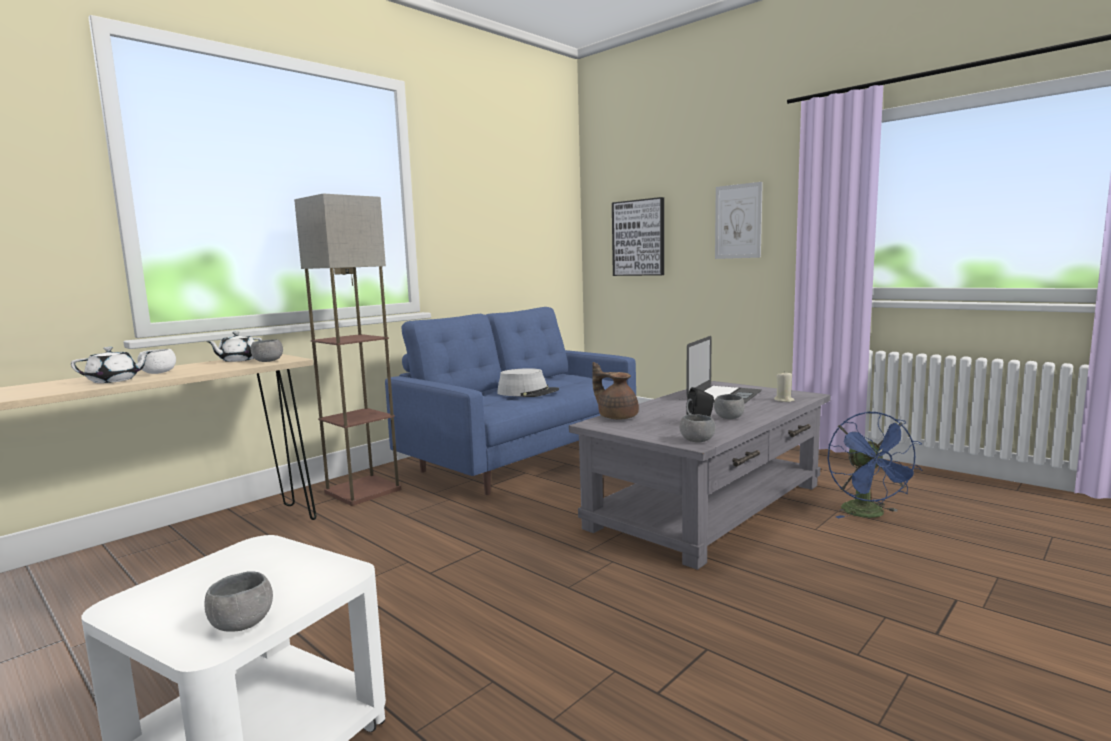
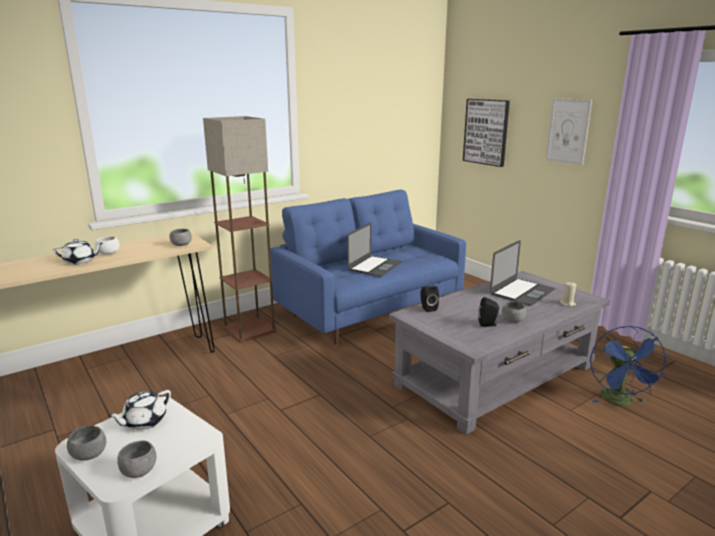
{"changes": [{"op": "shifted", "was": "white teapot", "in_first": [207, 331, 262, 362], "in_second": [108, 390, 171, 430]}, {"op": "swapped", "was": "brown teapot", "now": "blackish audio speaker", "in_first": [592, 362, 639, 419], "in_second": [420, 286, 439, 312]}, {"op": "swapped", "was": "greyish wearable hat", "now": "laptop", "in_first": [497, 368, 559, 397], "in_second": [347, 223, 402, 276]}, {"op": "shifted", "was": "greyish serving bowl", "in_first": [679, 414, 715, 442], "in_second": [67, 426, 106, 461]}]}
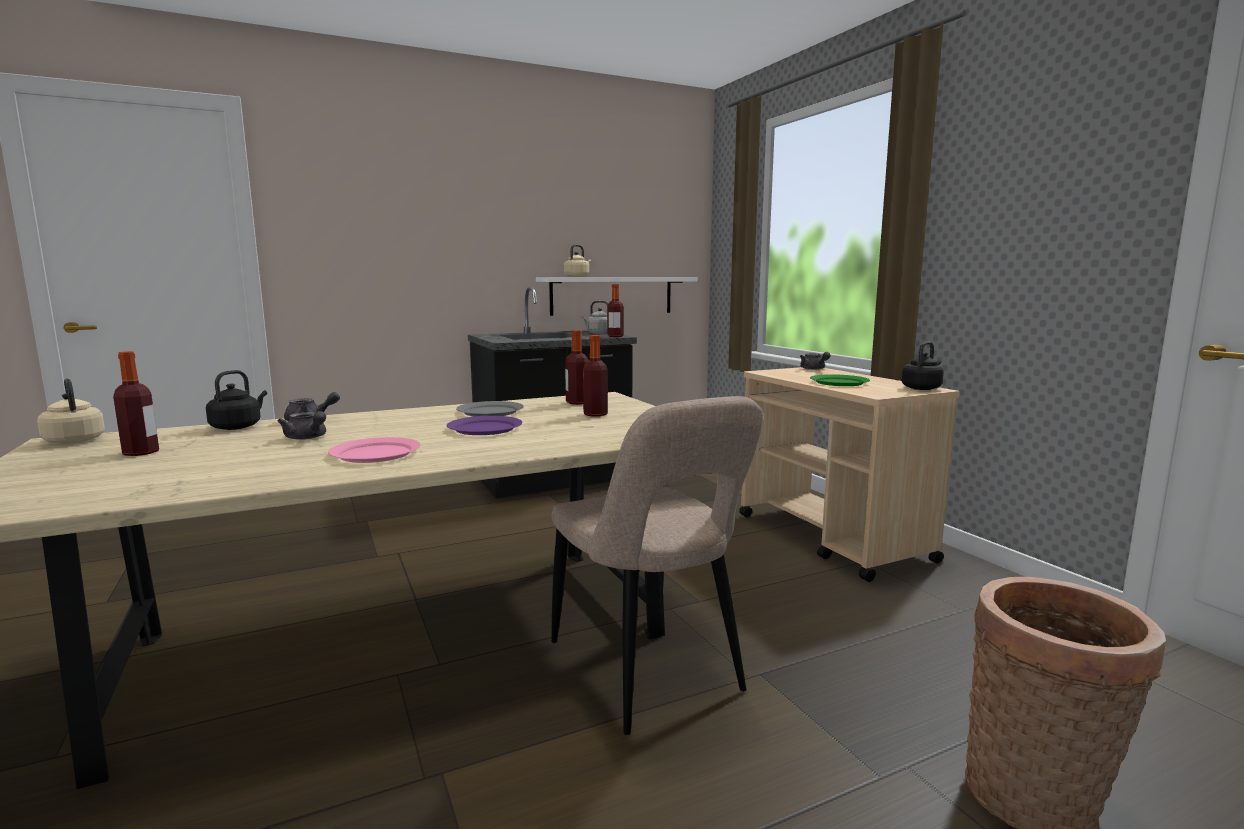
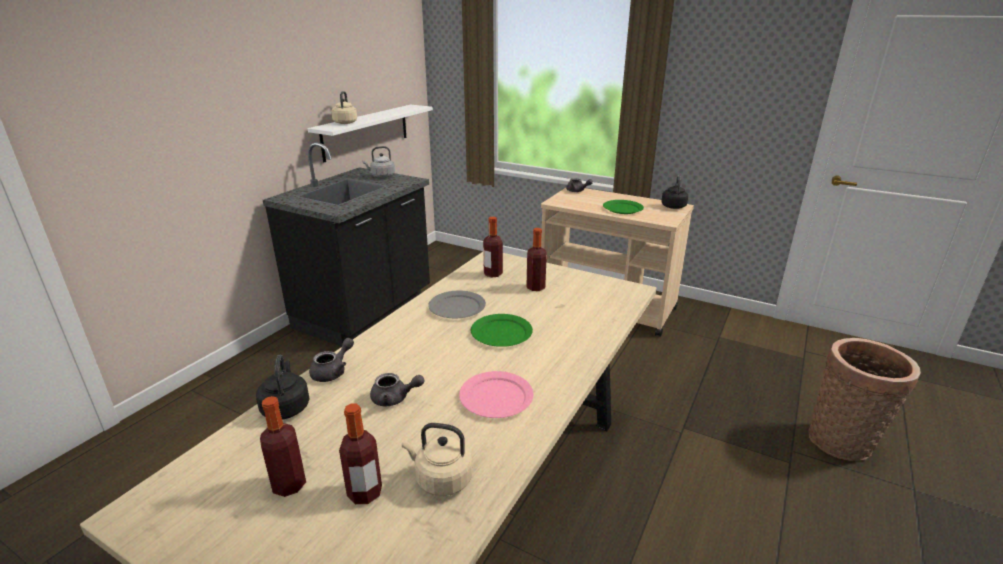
{"changes": [{"op": "shifted", "was": "beverage bottle", "in_first": [607, 284, 624, 337], "in_second": [339, 403, 382, 504]}, {"op": "shifted", "was": "beige-coloured water kettle", "in_first": [37, 379, 105, 444], "in_second": [402, 423, 472, 496]}, {"op": "gone", "was": "beige-coloured plain chair", "in_first": [551, 396, 763, 735]}, {"op": "repainted", "was": "purple dinner plate", "now": "greenish dinner plate", "in_first": [447, 416, 522, 435], "in_second": [471, 314, 533, 347]}]}
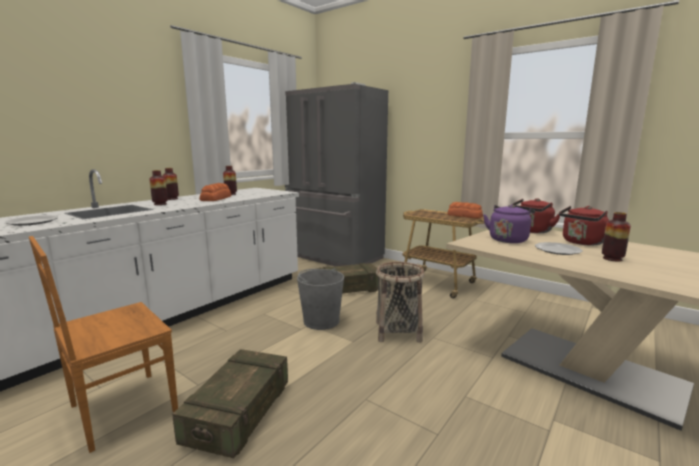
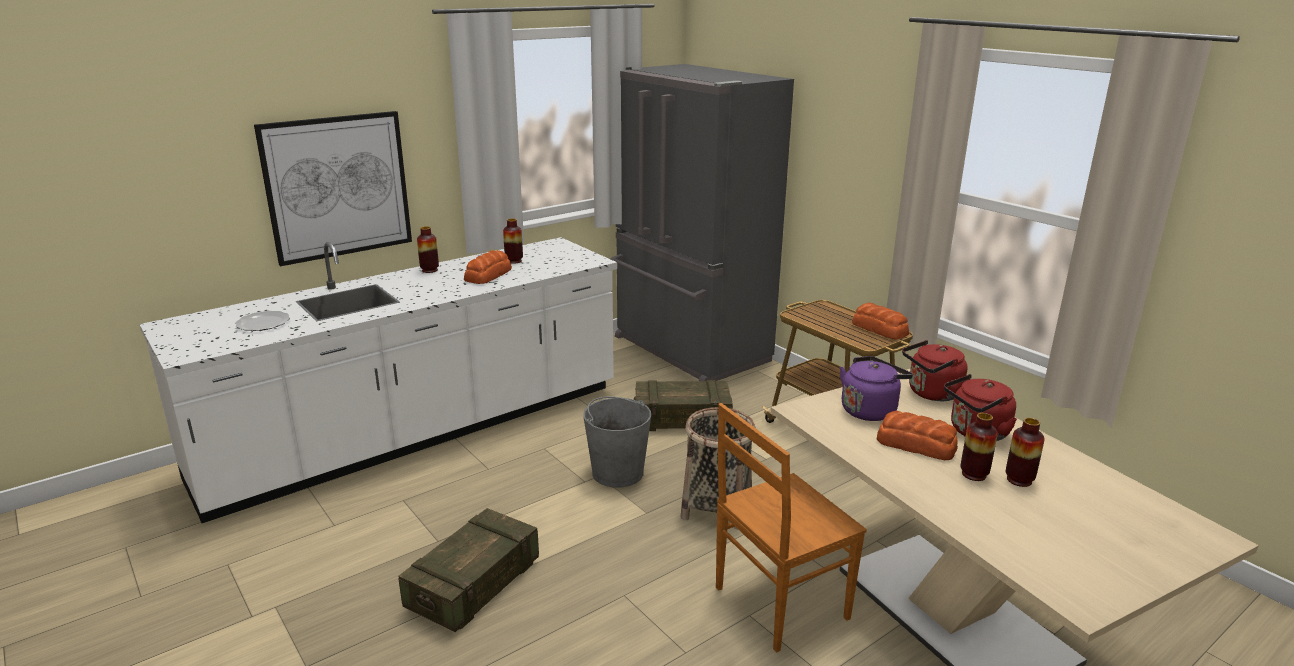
{"changes": [{"op": "shifted", "was": "vase", "in_first": [149, 170, 168, 205], "in_second": [1006, 418, 1045, 487]}, {"op": "shifted", "was": "brown plain chair", "in_first": [29, 236, 178, 453], "in_second": [716, 403, 867, 652]}, {"op": "swapped", "was": "dinner plate", "now": "baked bread", "in_first": [535, 242, 583, 255], "in_second": [876, 411, 958, 460]}, {"op": "new", "now": "wall art", "in_second": [254, 111, 412, 266]}]}
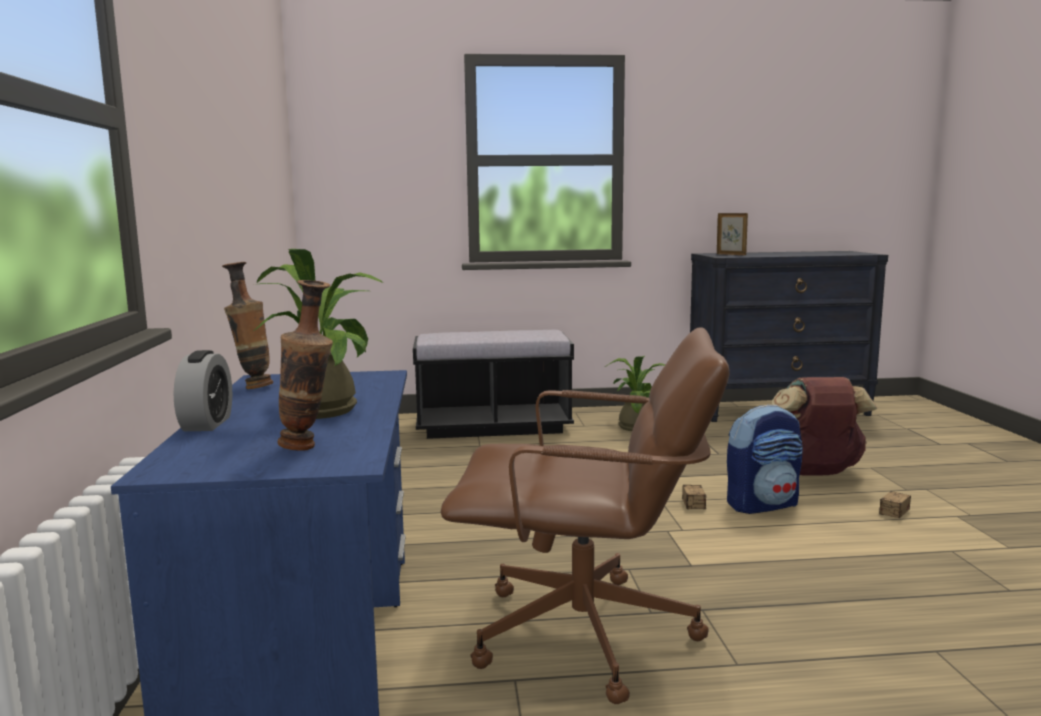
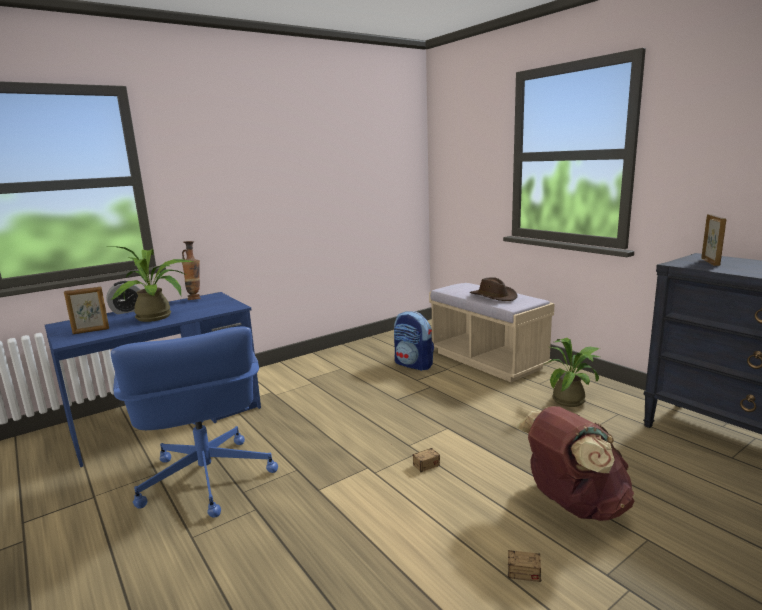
{"changes": [{"op": "swapped", "was": "vase", "now": "photo frame", "in_first": [278, 280, 333, 451], "in_second": [64, 287, 109, 334]}, {"op": "repainted", "was": "brown office chair", "now": "blue-coloured office chair", "in_first": [441, 327, 730, 704], "in_second": [111, 327, 278, 518]}, {"op": "repainted", "was": "blackish long seat", "now": "beige-coloured long seat", "in_first": [413, 330, 574, 439], "in_second": [429, 283, 555, 382]}, {"op": "shifted", "was": "knapsack", "in_first": [727, 405, 803, 514], "in_second": [394, 311, 434, 371]}, {"op": "new", "now": "brown wearable hat", "in_second": [470, 277, 518, 301]}]}
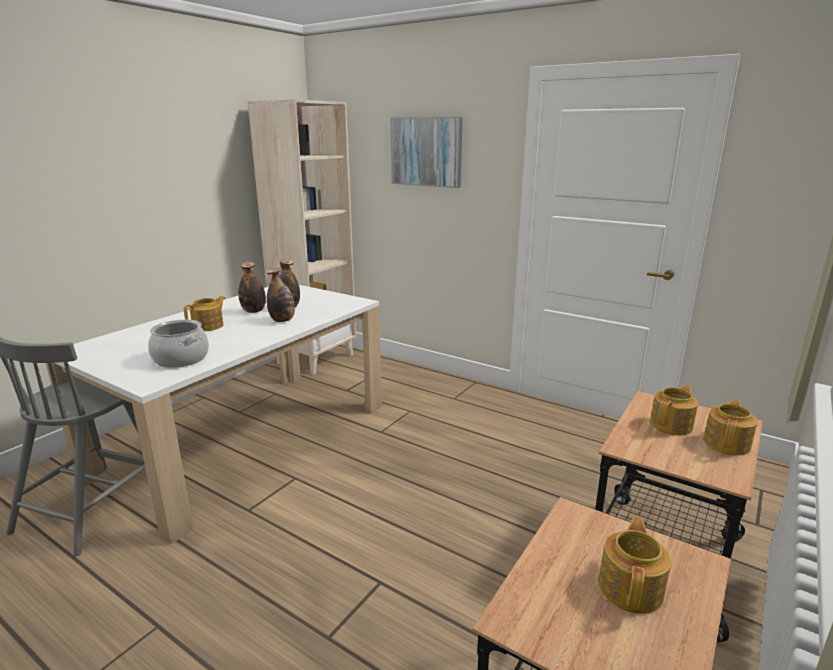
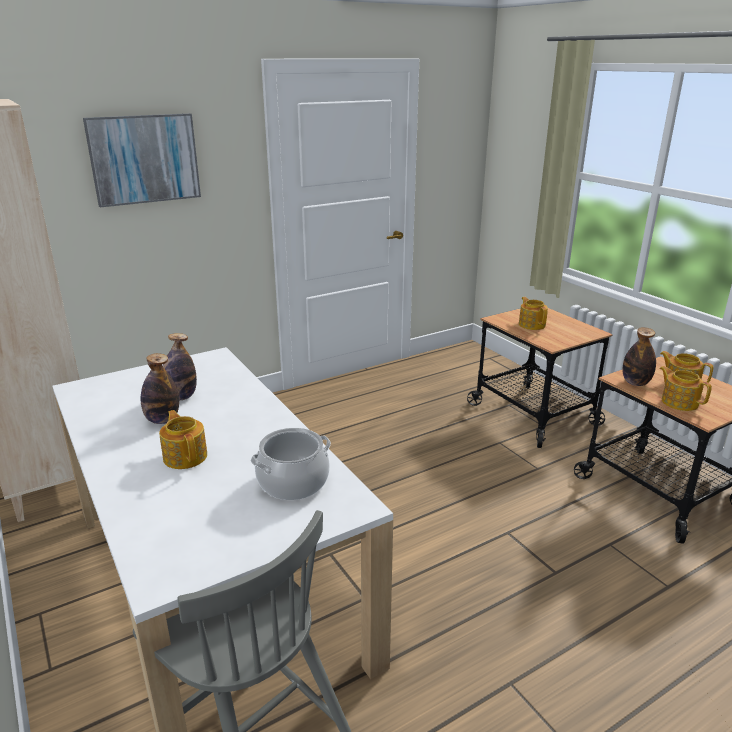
{"changes": [{"op": "shifted", "was": "beverage bottle", "in_first": [267, 268, 295, 322], "in_second": [623, 327, 656, 386]}, {"op": "shifted", "was": "teapot", "in_first": [703, 398, 757, 455], "in_second": [659, 366, 712, 411]}]}
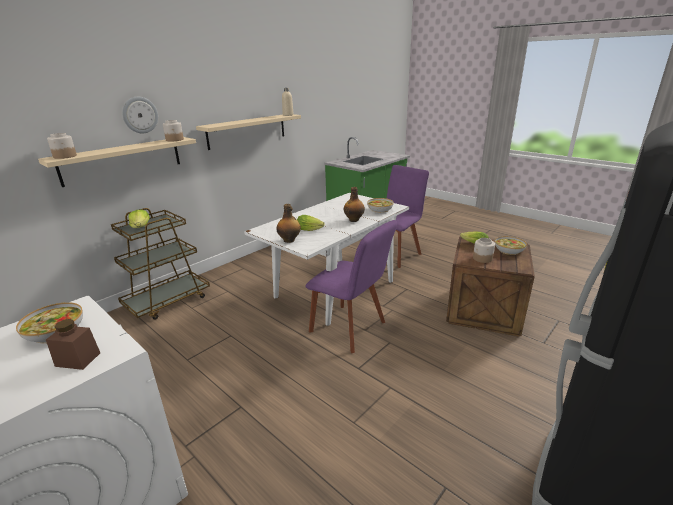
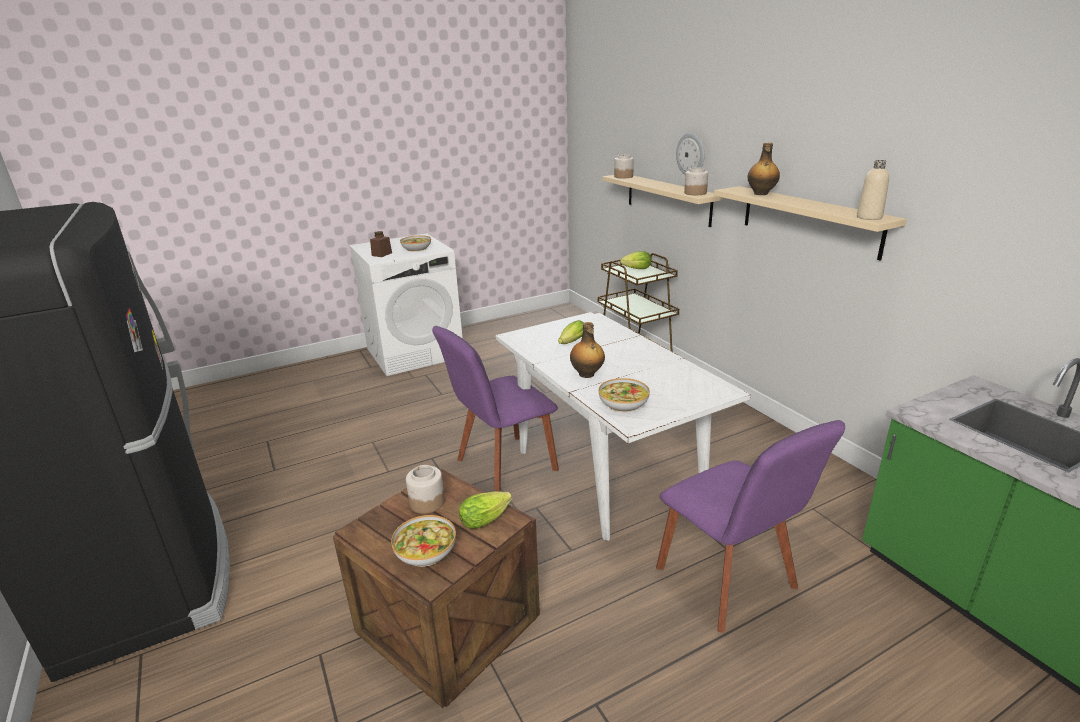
{"changes": [{"op": "shifted", "was": "beverage bottle", "in_first": [276, 204, 301, 243], "in_second": [748, 143, 780, 195]}]}
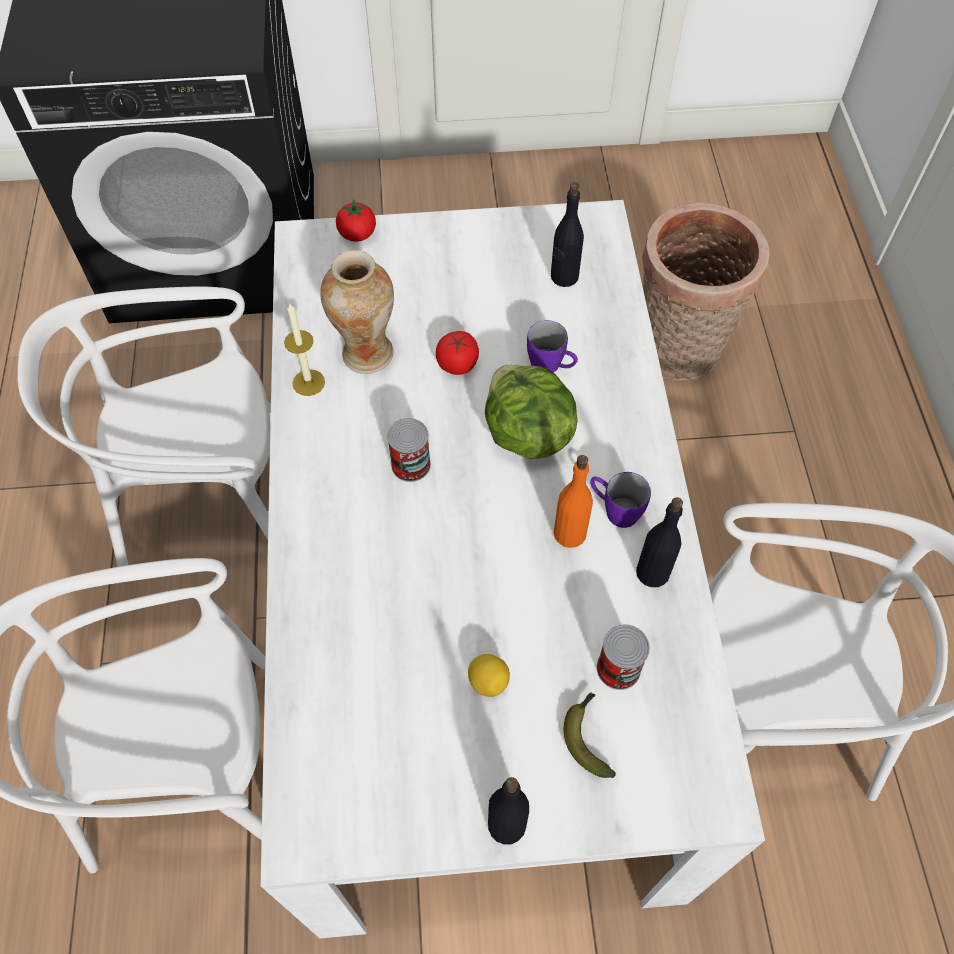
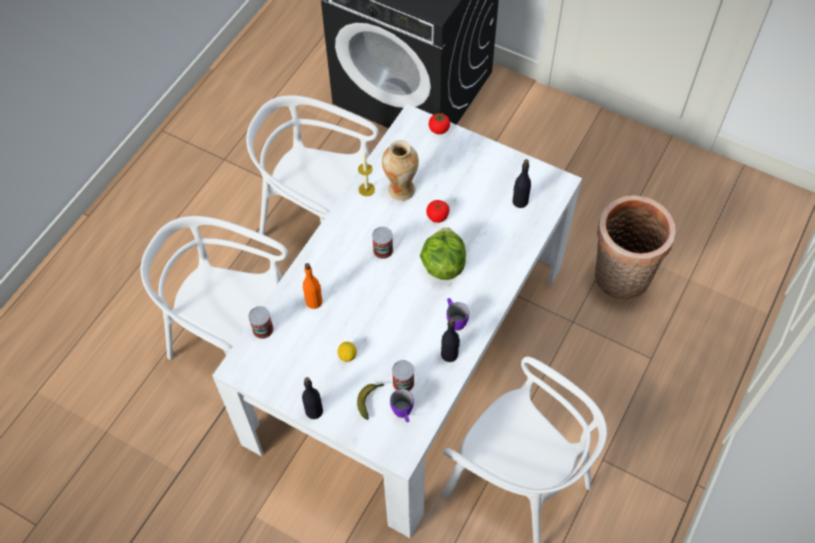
{"changes": [{"op": "shifted", "was": "purple mug", "in_first": [527, 320, 578, 373], "in_second": [390, 389, 414, 422]}, {"op": "shifted", "was": "orangey beverage bottle", "in_first": [554, 455, 593, 548], "in_second": [303, 263, 322, 309]}, {"op": "new", "now": "can", "in_second": [248, 306, 274, 339]}]}
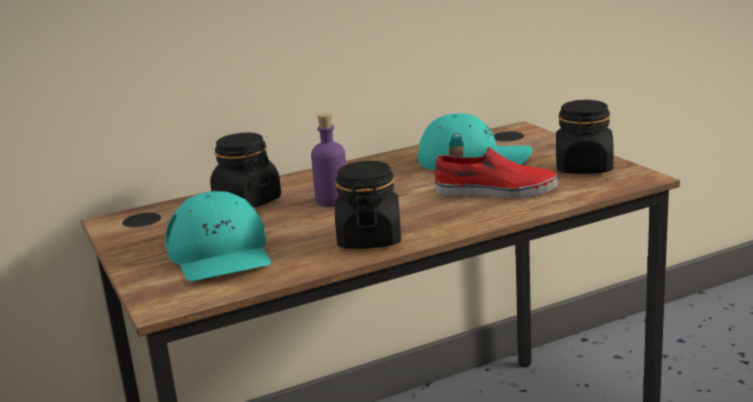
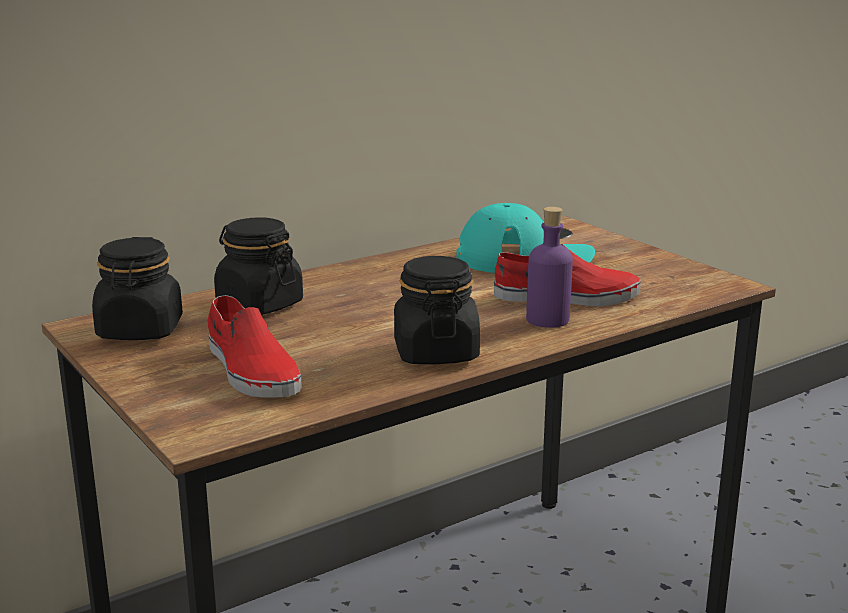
{"changes": [{"op": "shifted", "was": "blackish jar", "in_first": [556, 100, 614, 174], "in_second": [92, 237, 183, 340]}, {"op": "shifted", "was": "purple beverage bottle", "in_first": [311, 113, 346, 207], "in_second": [526, 207, 573, 328]}, {"op": "swapped", "was": "blue-green peaked cap", "now": "red shoe", "in_first": [165, 191, 271, 281], "in_second": [208, 295, 302, 398]}]}
